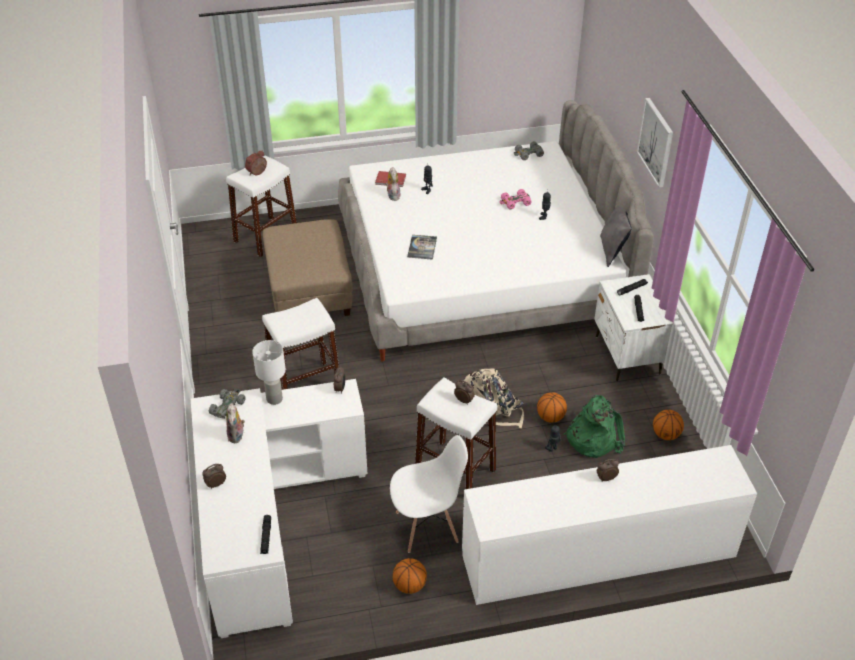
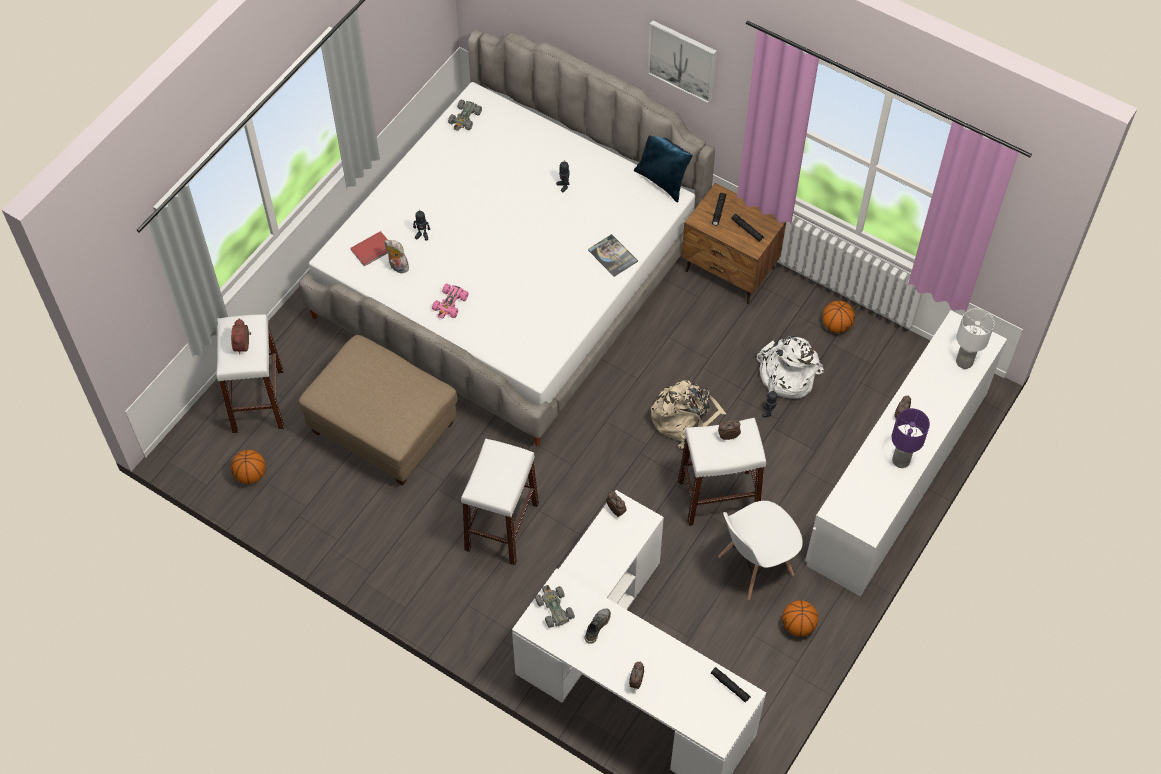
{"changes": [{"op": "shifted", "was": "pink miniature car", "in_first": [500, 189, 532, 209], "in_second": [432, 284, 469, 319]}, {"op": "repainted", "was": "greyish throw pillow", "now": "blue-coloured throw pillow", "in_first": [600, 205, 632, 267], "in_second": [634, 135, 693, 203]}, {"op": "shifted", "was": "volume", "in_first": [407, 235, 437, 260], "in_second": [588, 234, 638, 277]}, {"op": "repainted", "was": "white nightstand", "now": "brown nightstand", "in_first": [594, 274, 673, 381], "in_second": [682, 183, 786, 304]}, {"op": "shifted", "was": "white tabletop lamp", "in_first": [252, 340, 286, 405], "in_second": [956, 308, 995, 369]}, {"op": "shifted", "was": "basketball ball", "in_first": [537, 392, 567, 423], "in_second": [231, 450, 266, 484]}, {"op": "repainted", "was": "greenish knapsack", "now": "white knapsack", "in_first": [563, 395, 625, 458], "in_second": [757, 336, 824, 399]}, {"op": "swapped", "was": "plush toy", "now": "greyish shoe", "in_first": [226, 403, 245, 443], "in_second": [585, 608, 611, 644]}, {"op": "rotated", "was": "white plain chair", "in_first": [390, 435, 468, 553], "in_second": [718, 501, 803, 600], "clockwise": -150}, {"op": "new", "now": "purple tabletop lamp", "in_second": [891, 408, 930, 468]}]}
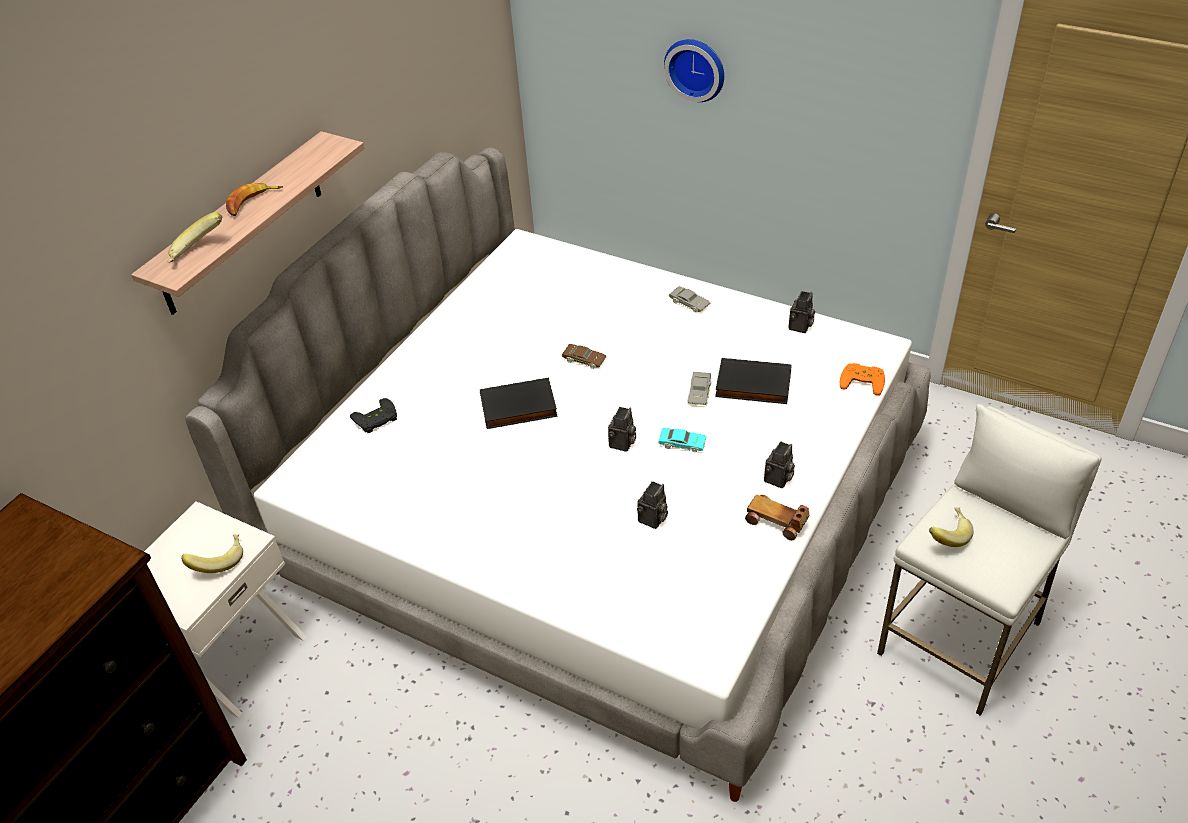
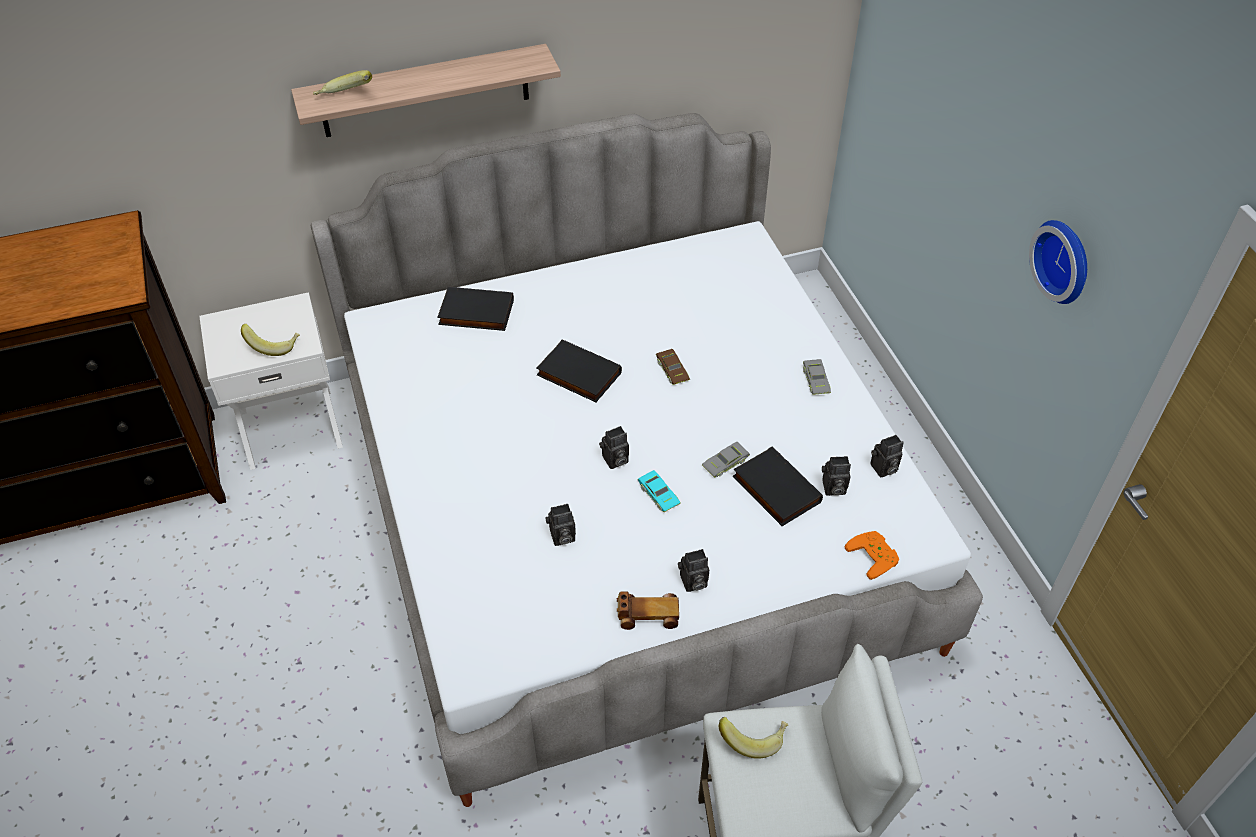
{"changes": [{"op": "shifted", "was": "hanging clock", "in_first": [664, 39, 724, 102], "in_second": [1029, 220, 1087, 304]}, {"op": "gone", "was": "whole banana", "in_first": [226, 183, 283, 216]}, {"op": "swapped", "was": "blackish gamepad", "now": "blackish volume", "in_first": [350, 398, 397, 433], "in_second": [437, 287, 514, 331]}, {"op": "rotated", "was": "miniature car", "in_first": [745, 495, 809, 540], "in_second": [617, 591, 679, 630], "clockwise": 105}, {"op": "new", "now": "still camera", "in_second": [822, 456, 851, 496]}]}
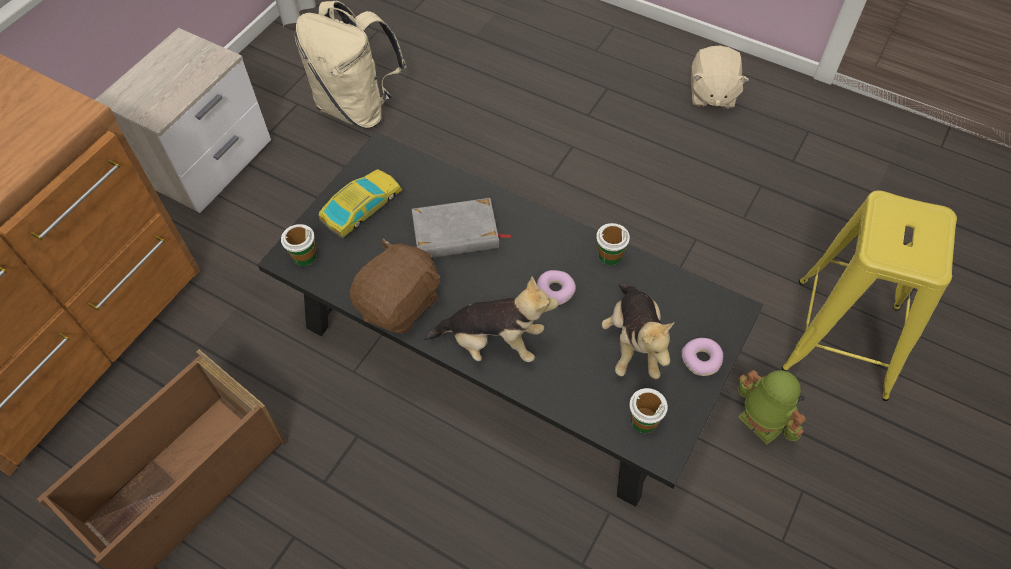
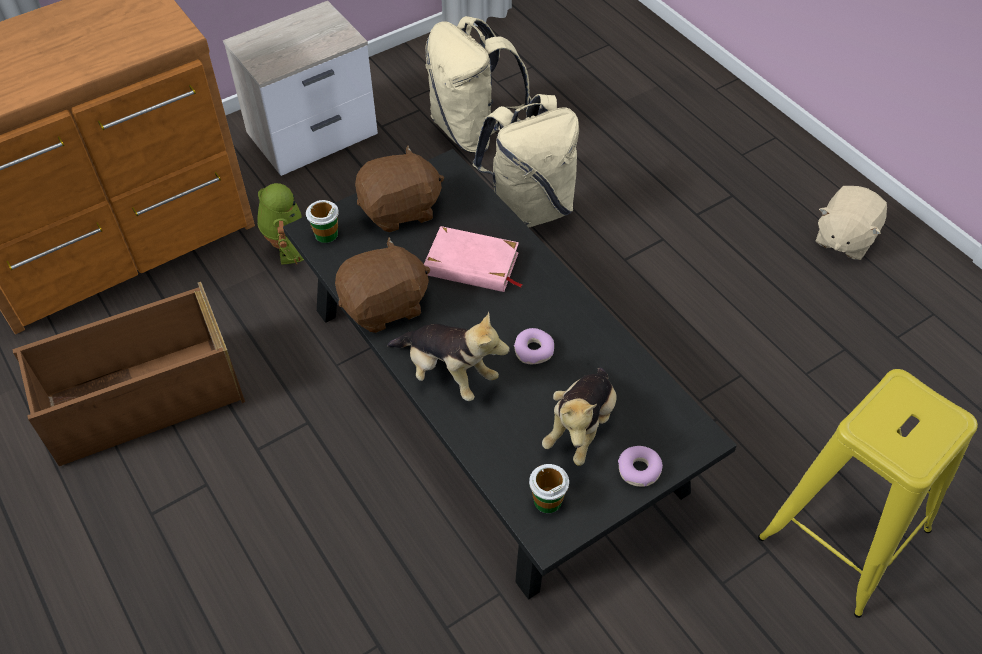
{"changes": [{"op": "swapped", "was": "miniature car", "now": "brown plush toy", "in_first": [319, 169, 402, 238], "in_second": [355, 145, 444, 232]}, {"op": "repainted", "was": "greyish volume", "now": "pink volume", "in_first": [412, 198, 511, 258], "in_second": [424, 226, 523, 292]}, {"op": "gone", "was": "drinking cup", "in_first": [596, 223, 630, 265]}, {"op": "shifted", "was": "robot figure", "in_first": [738, 370, 806, 444], "in_second": [257, 183, 304, 265]}, {"op": "new", "now": "beige-coloured knapsack", "in_second": [473, 94, 579, 228]}]}
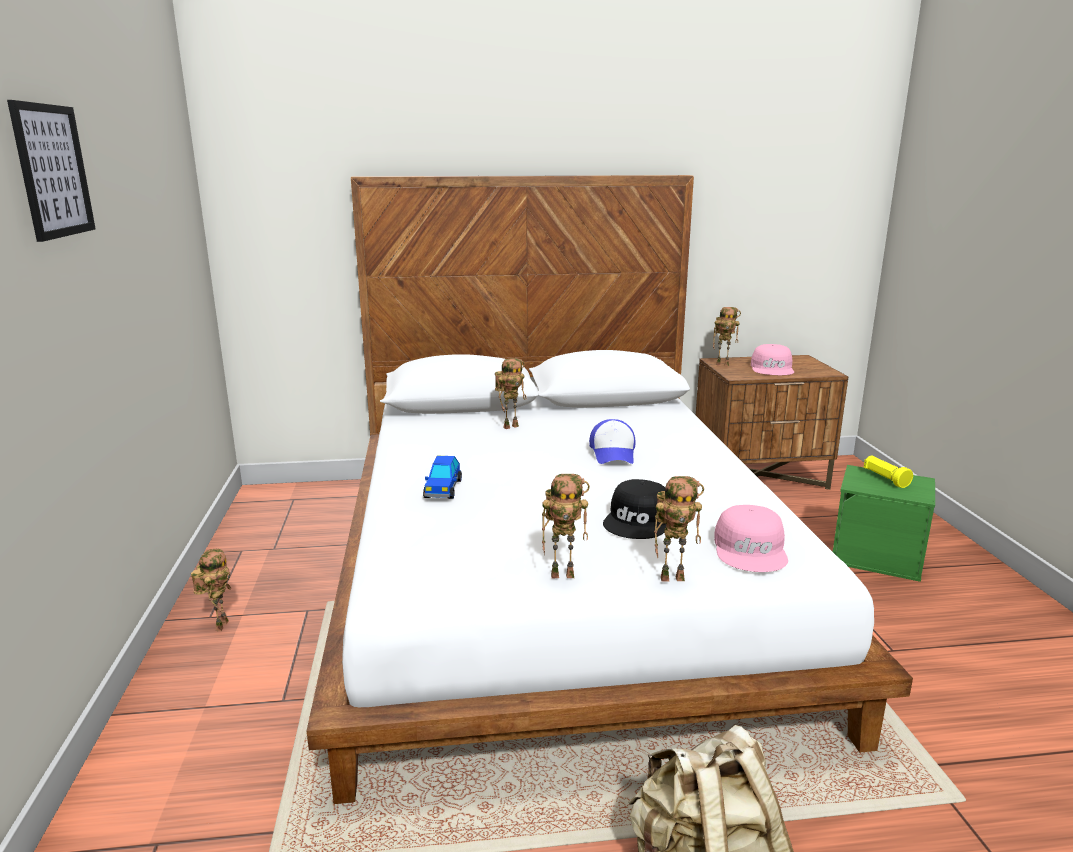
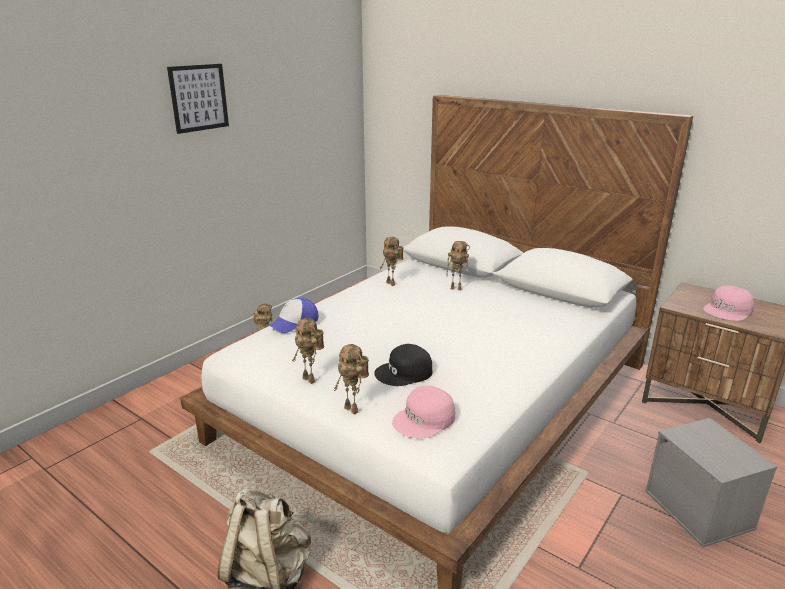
{"changes": [{"op": "shifted", "was": "robot figure", "in_first": [713, 307, 741, 366], "in_second": [381, 237, 403, 286]}, {"op": "shifted", "was": "peaked cap", "in_first": [589, 419, 635, 464], "in_second": [269, 298, 319, 333]}, {"op": "gone", "was": "yellow-coloured hand torch", "in_first": [864, 455, 913, 488]}, {"op": "gone", "was": "miniature car", "in_first": [423, 456, 462, 499]}, {"op": "repainted", "was": "greenish storage box", "now": "greyish storage box", "in_first": [833, 465, 935, 582], "in_second": [645, 418, 777, 547]}]}
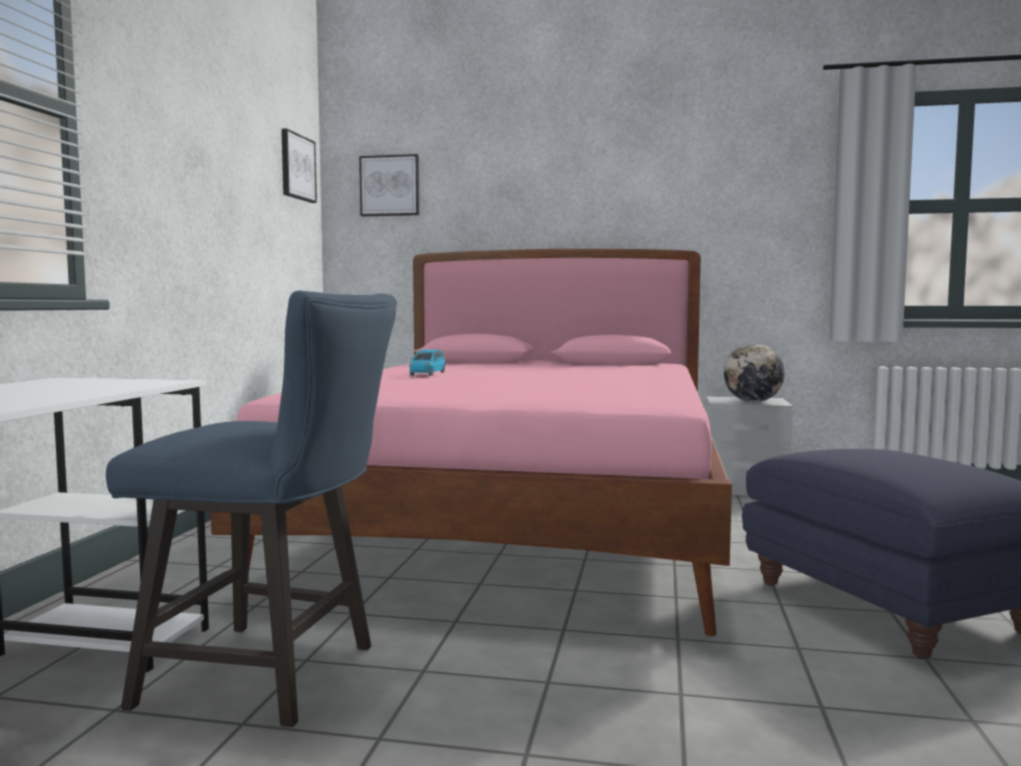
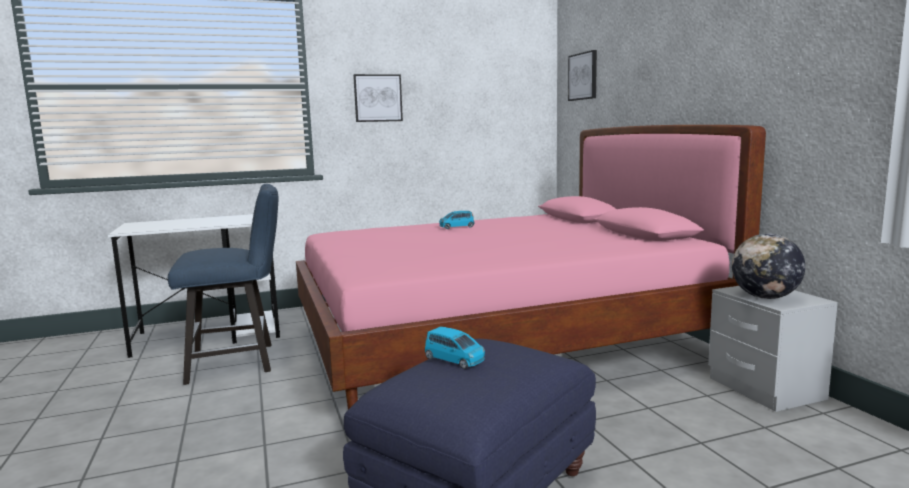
{"changes": [{"op": "shifted", "was": "wall art", "in_first": [281, 128, 317, 203], "in_second": [353, 74, 403, 122]}, {"op": "rotated", "was": "blue-coloured plain chair", "in_first": [106, 291, 397, 727], "in_second": [168, 184, 279, 385], "clockwise": -90}, {"op": "new", "now": "blue-coloured miniature car", "in_second": [425, 326, 485, 369]}]}
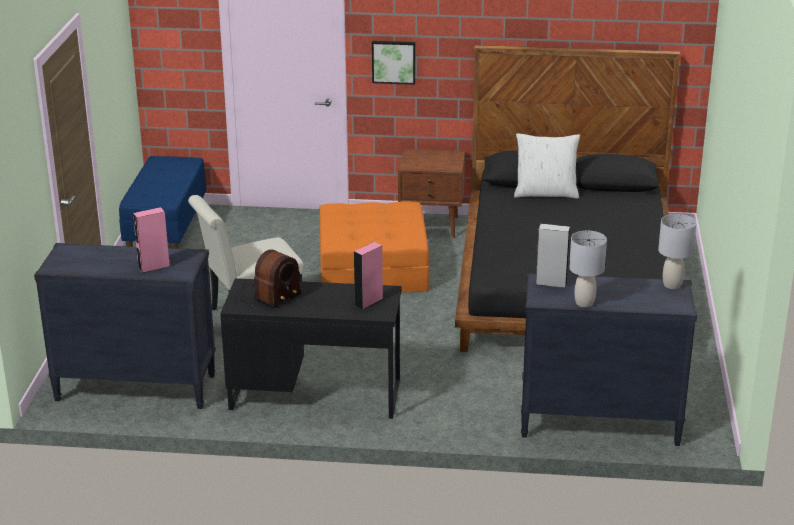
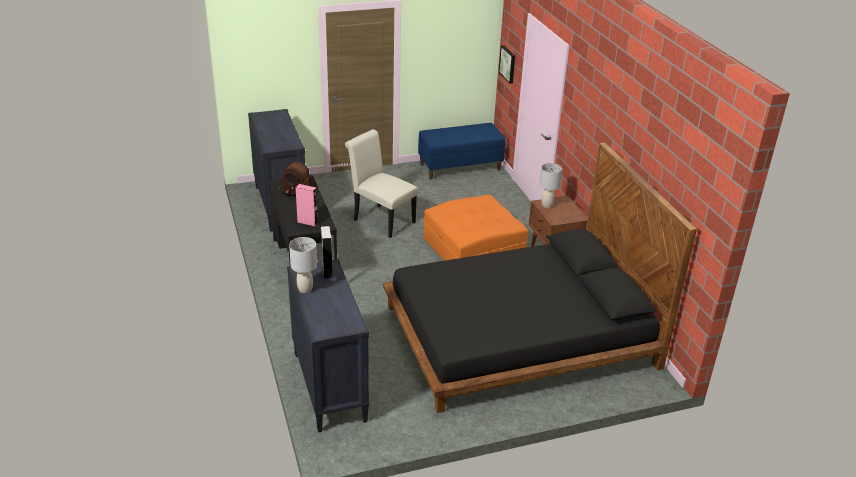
{"changes": [{"op": "shifted", "was": "wall art", "in_first": [372, 41, 415, 85], "in_second": [499, 45, 515, 84]}, {"op": "gone", "was": "white throw pillow", "in_first": [514, 133, 580, 199]}, {"op": "gone", "was": "pink audio speaker", "in_first": [133, 207, 170, 273]}, {"op": "shifted", "was": "greyish tabletop lamp", "in_first": [658, 214, 696, 289], "in_second": [539, 163, 562, 208]}]}
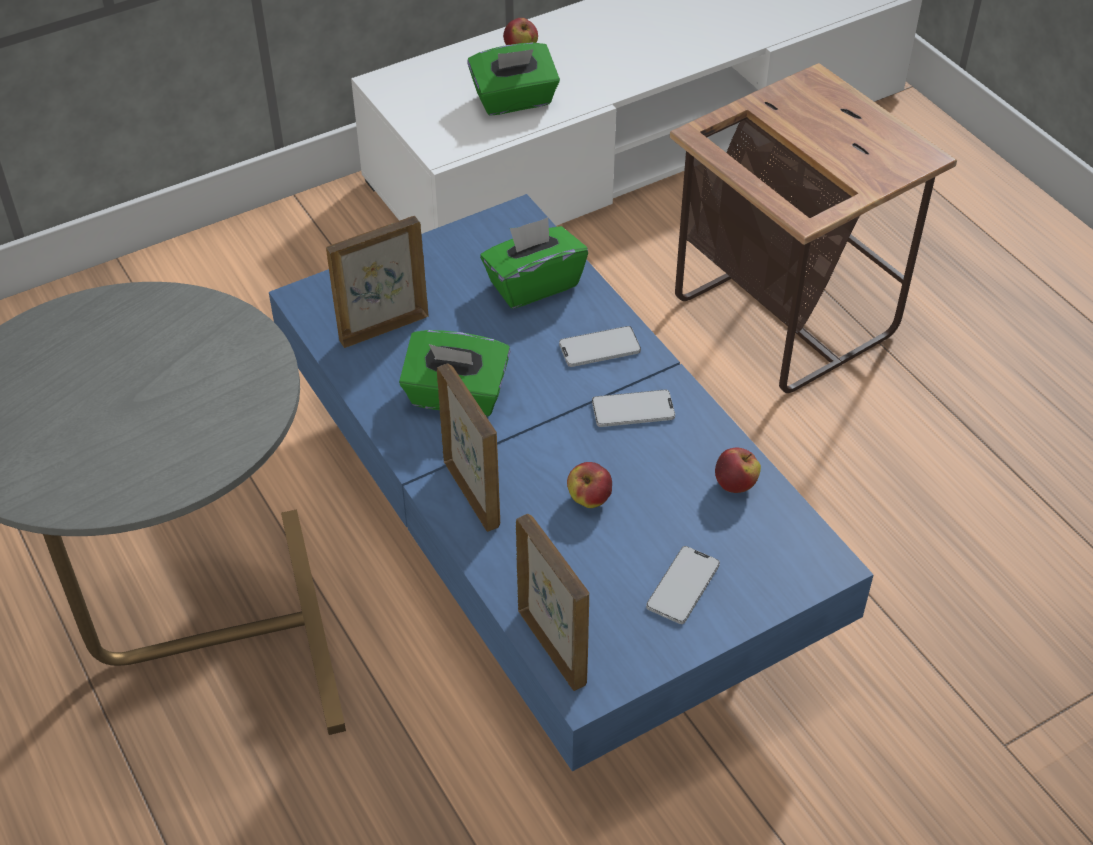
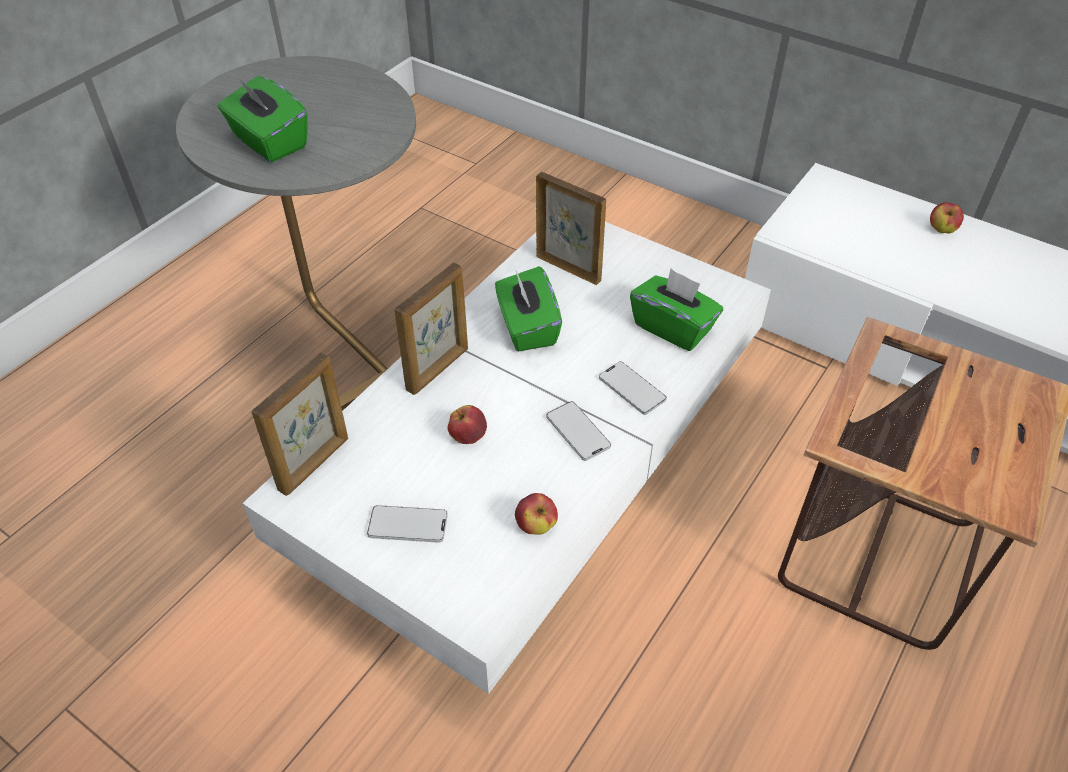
{"changes": [{"op": "shifted", "was": "greenish tissue box", "in_first": [467, 42, 560, 116], "in_second": [218, 76, 308, 162]}, {"op": "repainted", "was": "blue-coloured coffee table", "now": "white coffee table", "in_first": [269, 194, 874, 771], "in_second": [243, 222, 771, 694]}]}
